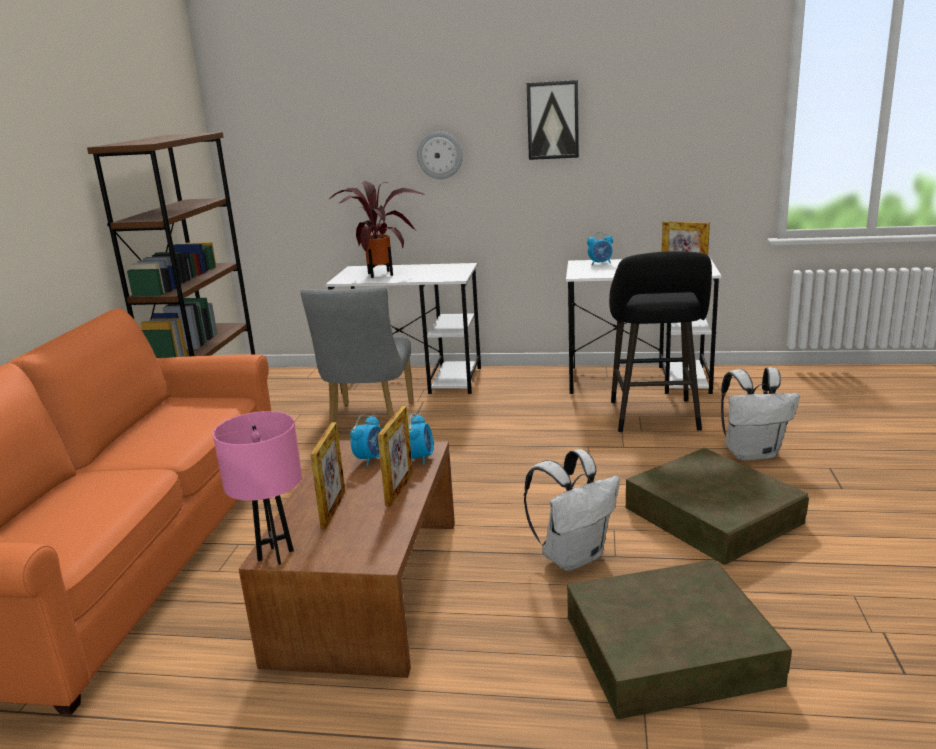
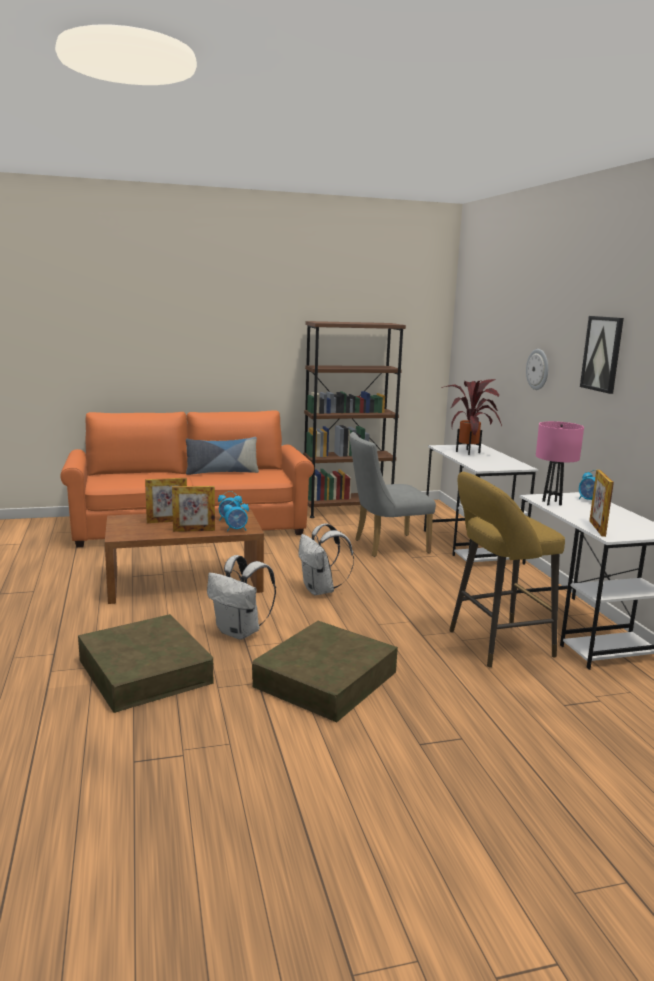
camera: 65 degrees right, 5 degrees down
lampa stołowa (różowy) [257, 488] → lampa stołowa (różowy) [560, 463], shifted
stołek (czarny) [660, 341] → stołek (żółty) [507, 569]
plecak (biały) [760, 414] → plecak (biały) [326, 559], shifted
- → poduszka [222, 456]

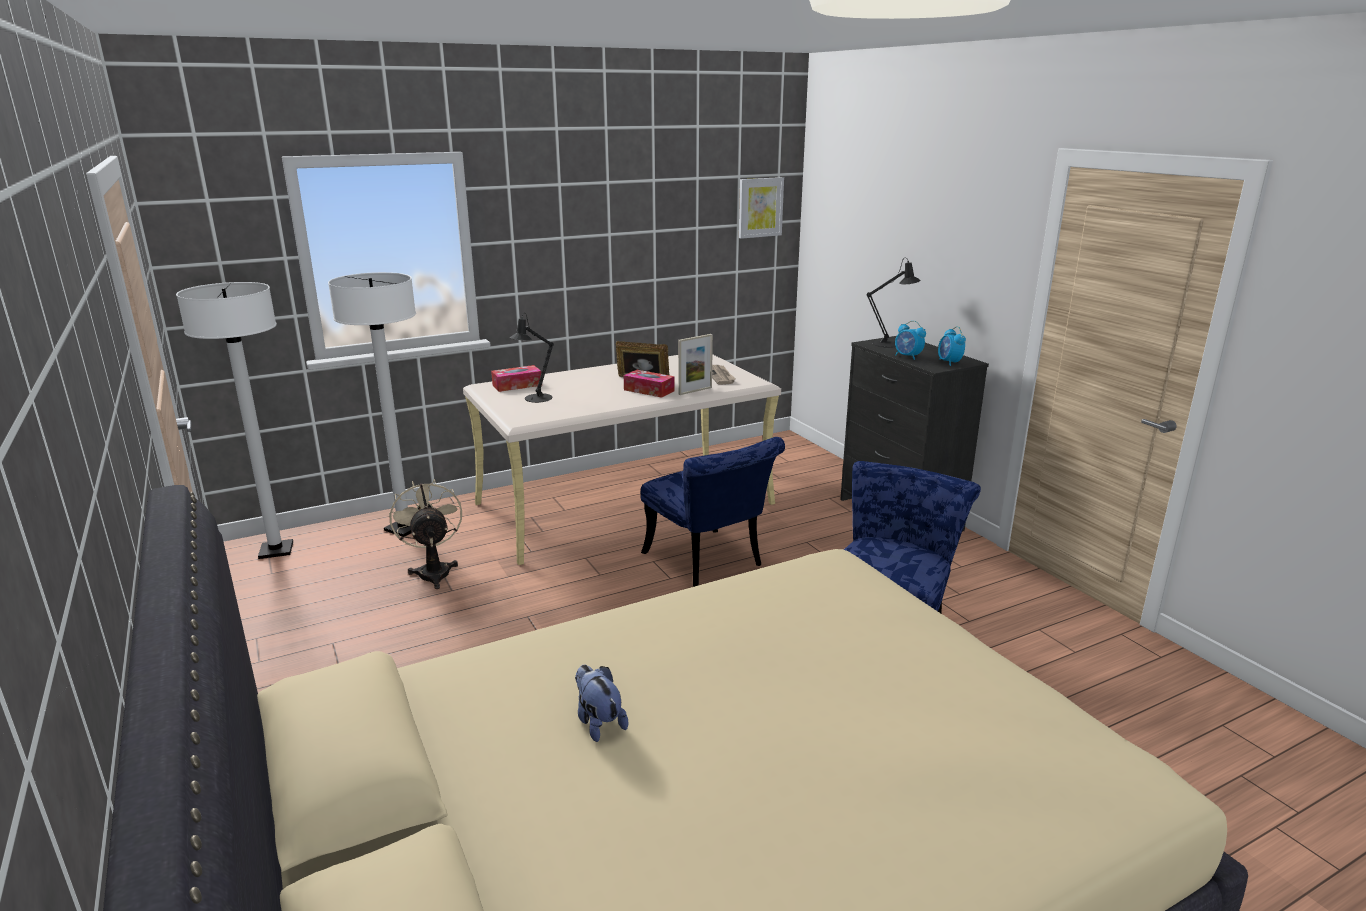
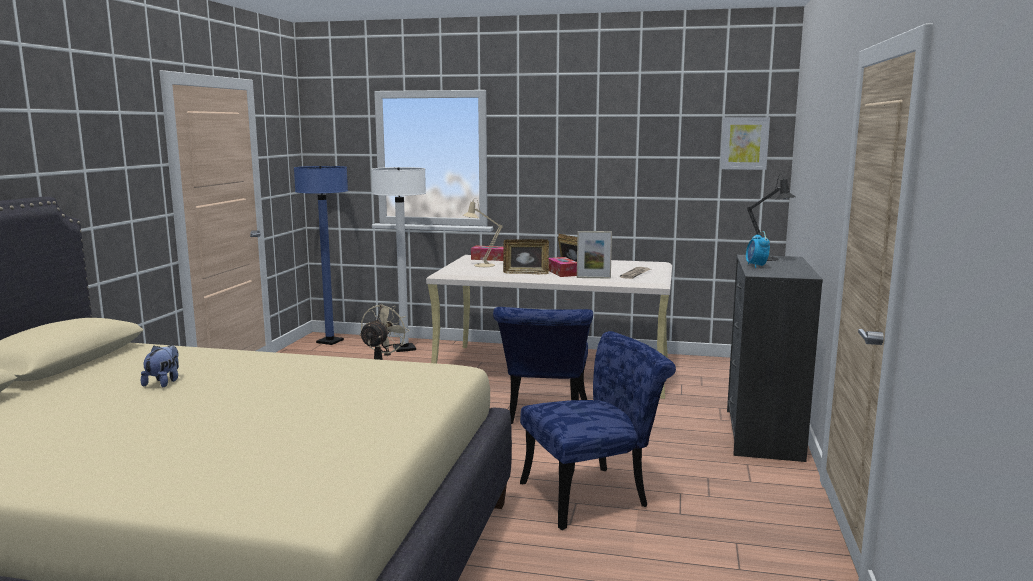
camera: 40 degrees right, 10 degrees down
lampa stojąca (biały) [234, 420] → lampa stojąca (niebieski) [321, 255]
lampa stołowa (czarny) [532, 358] → lampa stołowa (beżowy) [482, 232]
budzik [952, 346] → -
- → ramka na zdjęcie [526, 256]

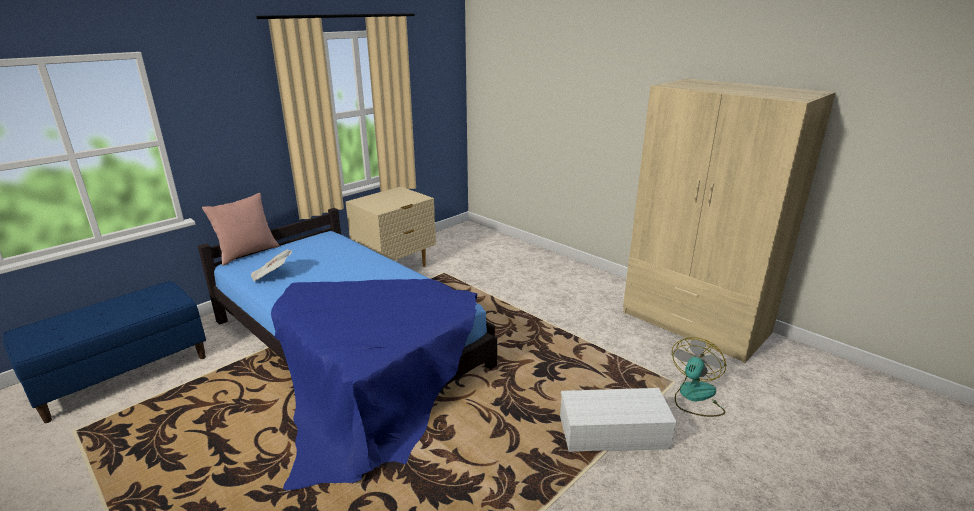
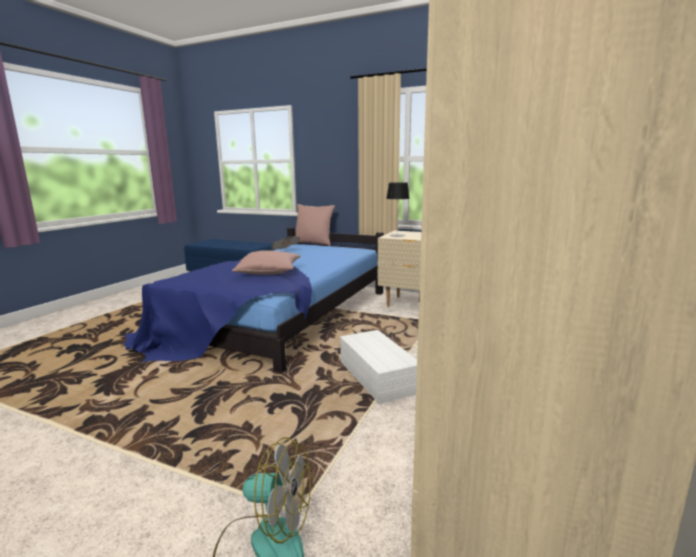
camera: 70 degrees right, 10 degrees down
pojemnik do przechowywania (biały) [618, 420] → pojemnik do przechowywania (biały) [378, 367], shifted
- → poduszka (różowy) [266, 262]
- → lampa stołowa [398, 209]

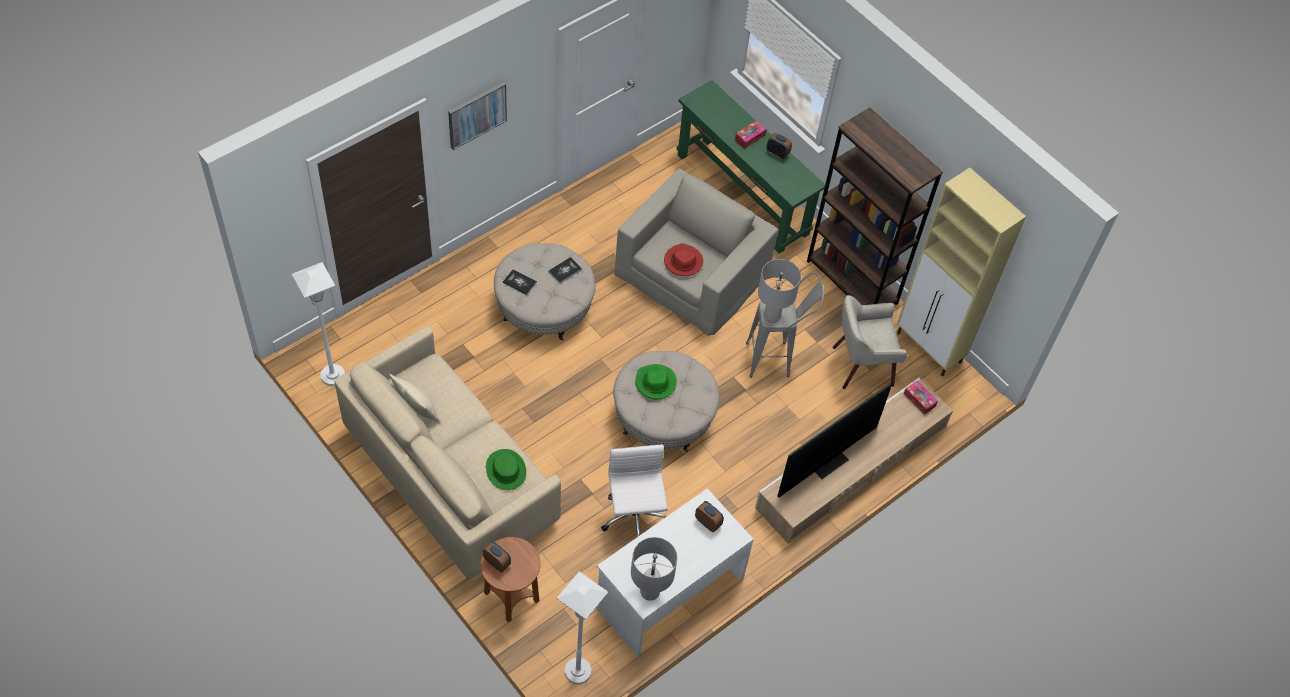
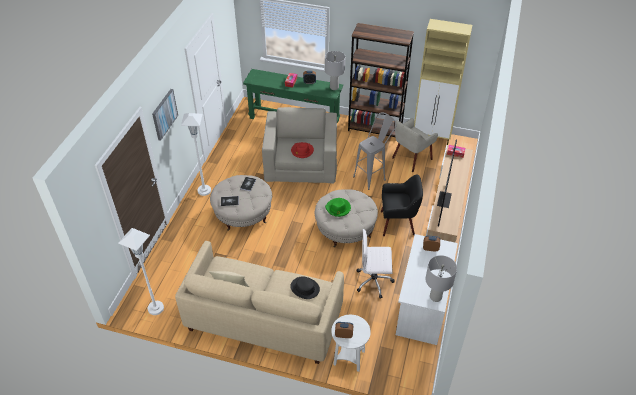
camera: 30 degrees left, 10 degrees down
stolik (brązowy) [510, 580] → stolik (biały) [351, 343]
kapelusz (zielony) [506, 469] → kapelusz (czarny) [305, 288]
lampa stojąca (biały) [582, 627] → lampa stojąca (biały) [196, 154], shifted
krzesło biurowe (biały) [634, 490] → krzesło biurowe (biały) [376, 264], 45 degrees counterclockwise
lampa stołowa (szary) [779, 291] → lampa stołowa (szary) [335, 70], shifted
- → fotel (czarny) [402, 205]

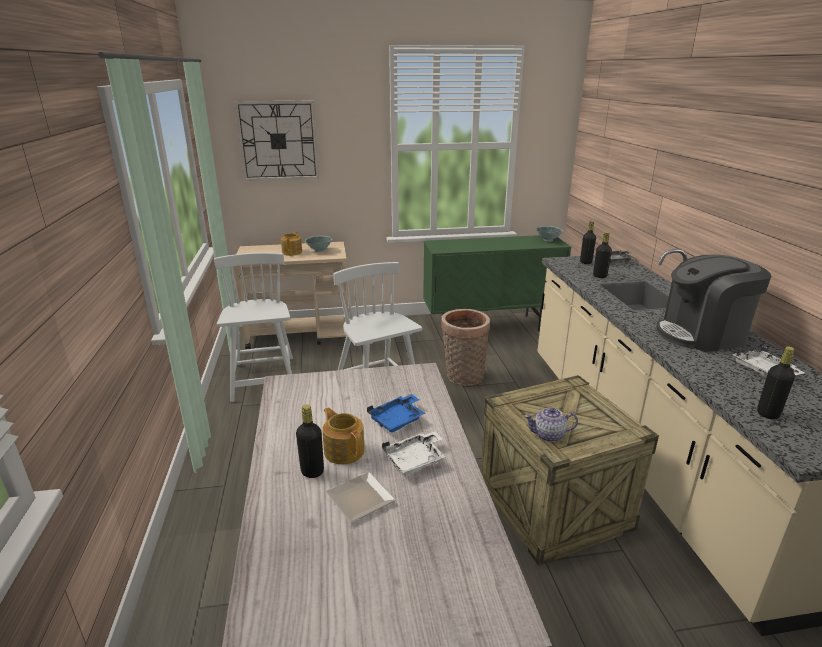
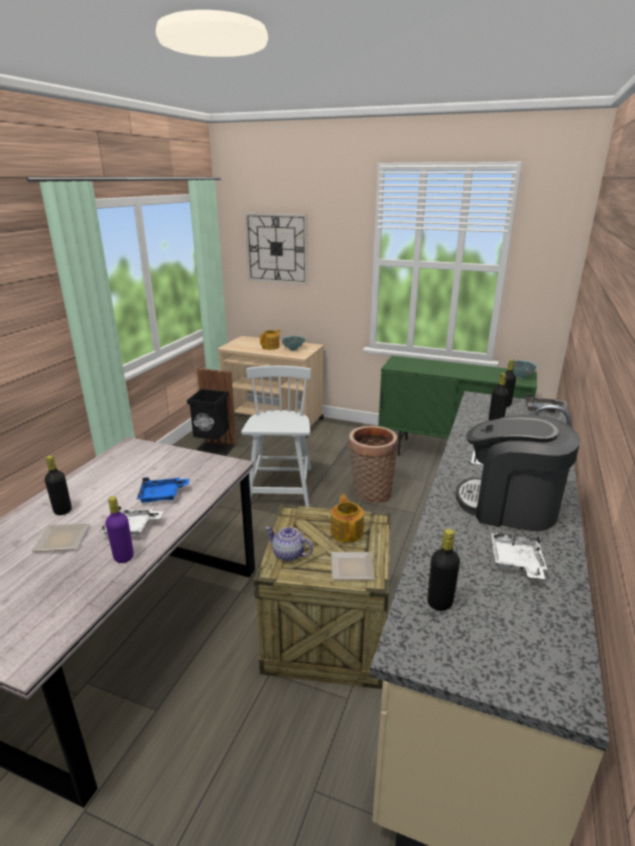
camera: 30 degrees right, 0 degrees up
krzesło (biały) [253, 327] → kosz na śmieci (czarny) [212, 412]
imbryk [344, 435] → imbryk [347, 518], shifted
- → butelka (fioletowy) [120, 529]
- → talerz [353, 566]

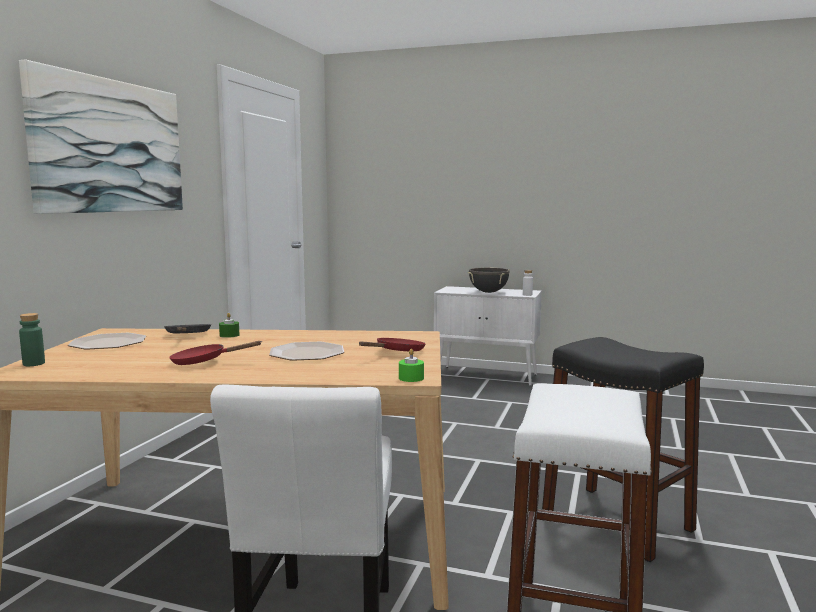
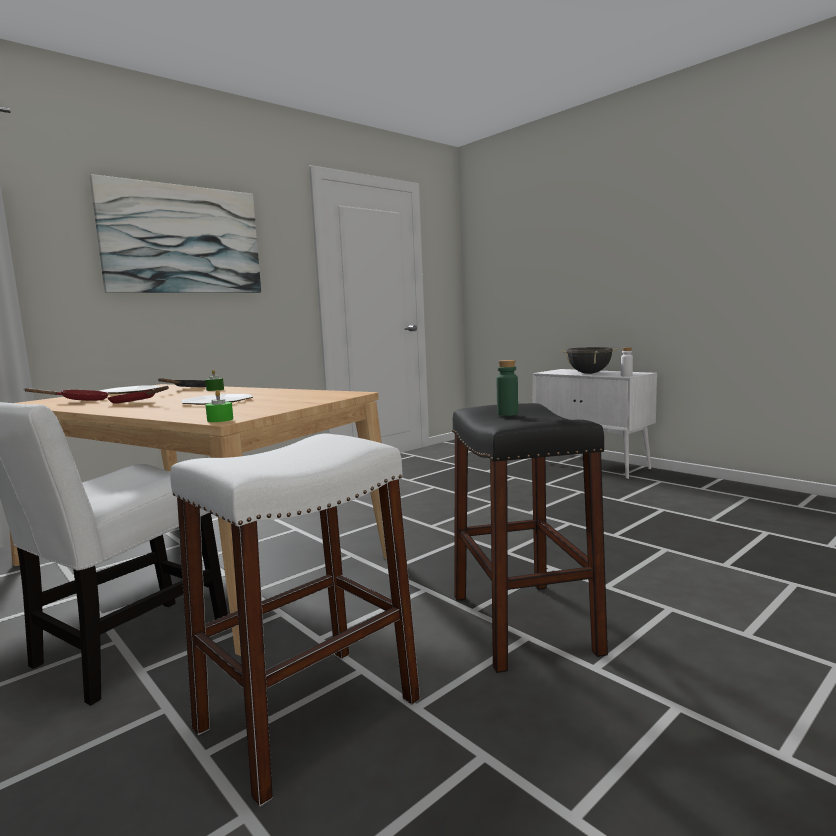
camera: 30 degrees right, 0 degrees up
butelka (zielony) [32, 339] → butelka (zielony) [507, 388], shifted
patelnia (czerwony) [392, 344] → patelnia (czerwony) [67, 394], shifted

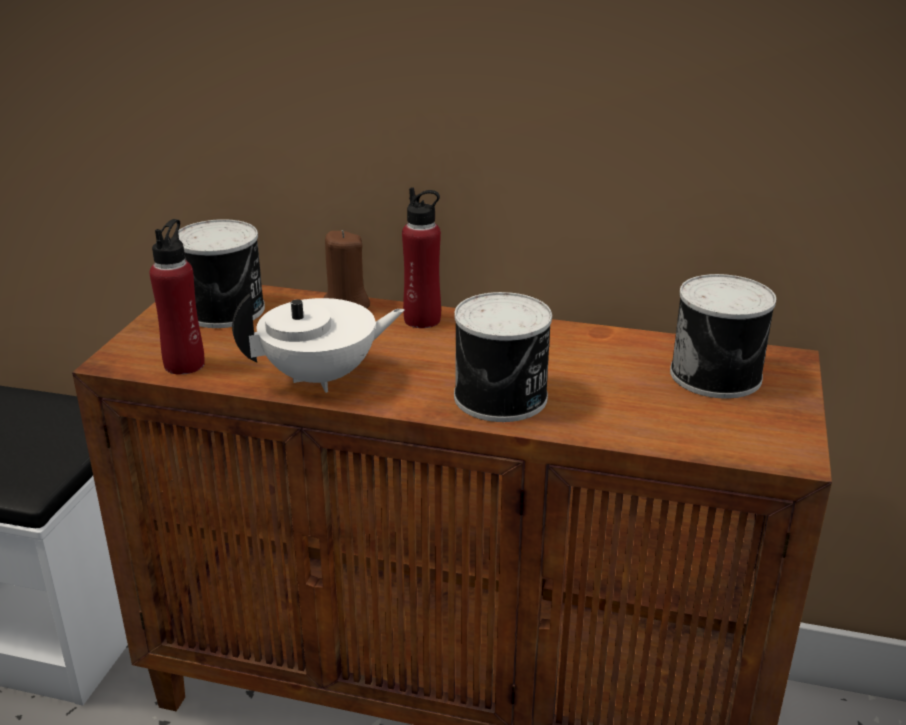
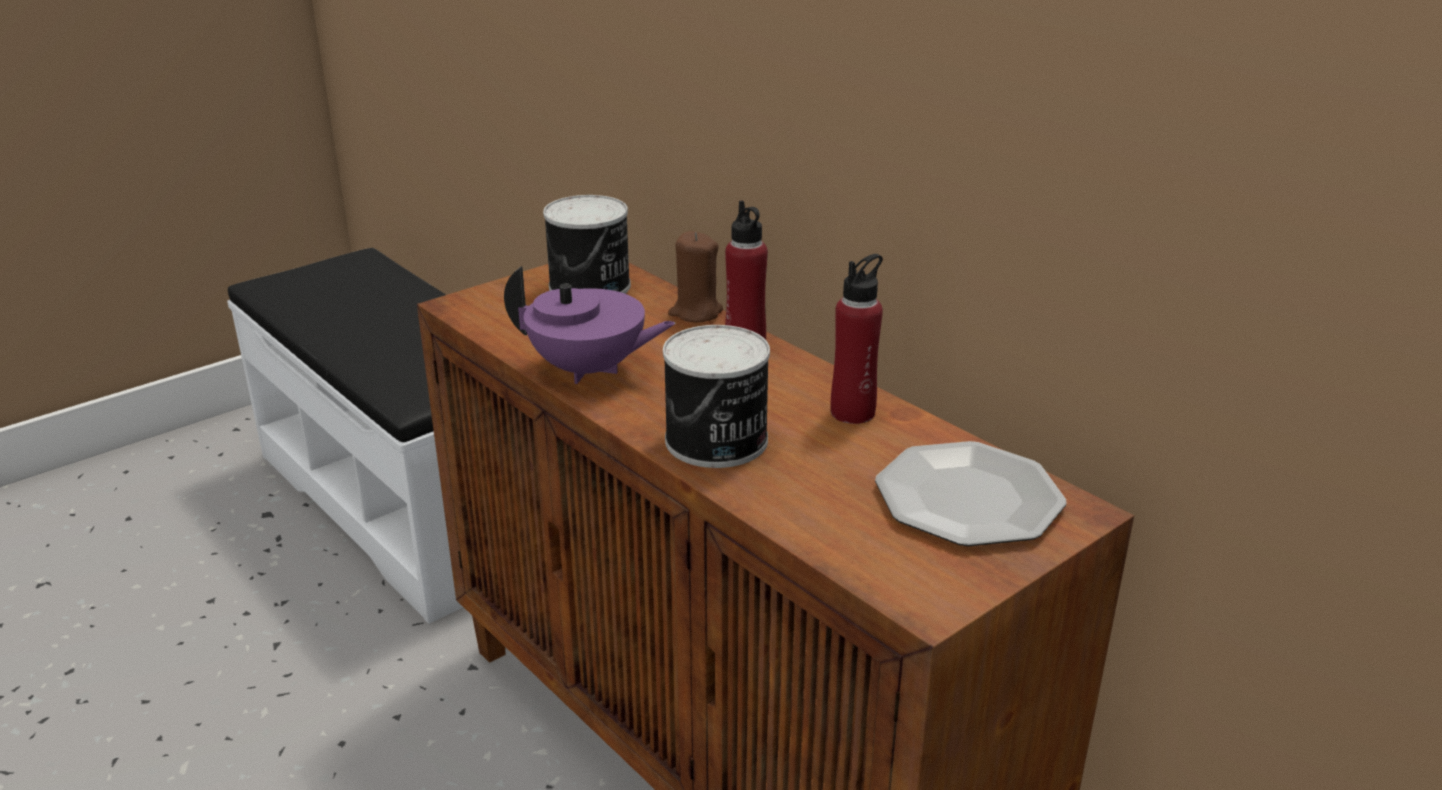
camera: 35 degrees right, 0 degrees up
butelka (czerwony) [177, 297] → butelka (czerwony) [857, 339], shifted
imbryk (biały) [318, 343] → imbryk (fioletowy) [590, 325]
puszka [723, 336] → talerz [970, 493]

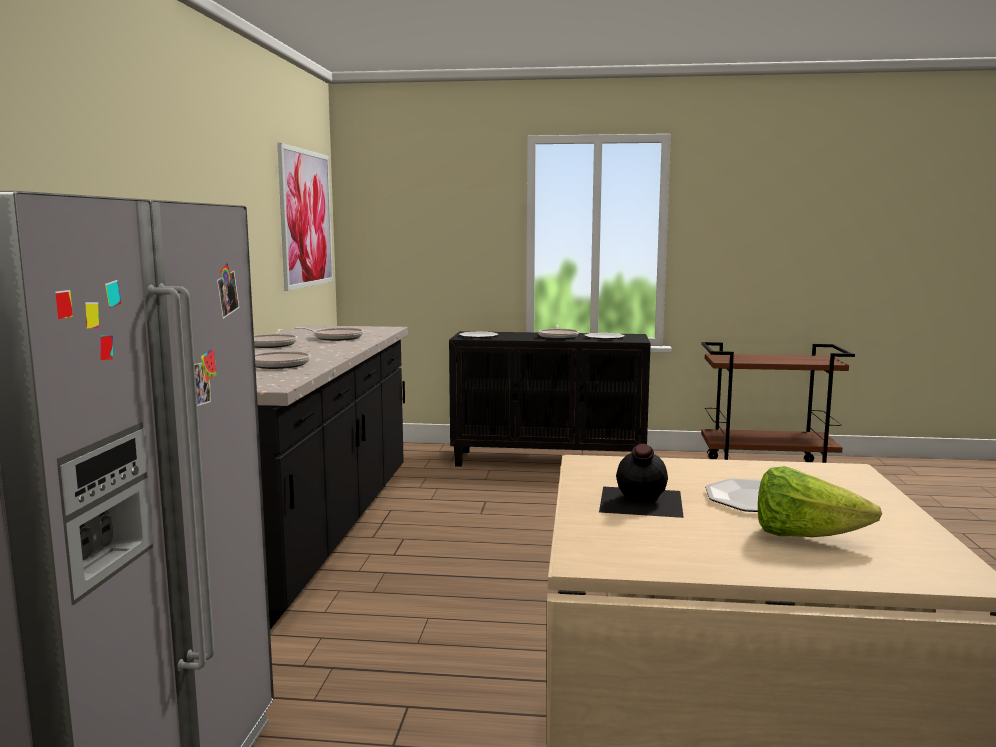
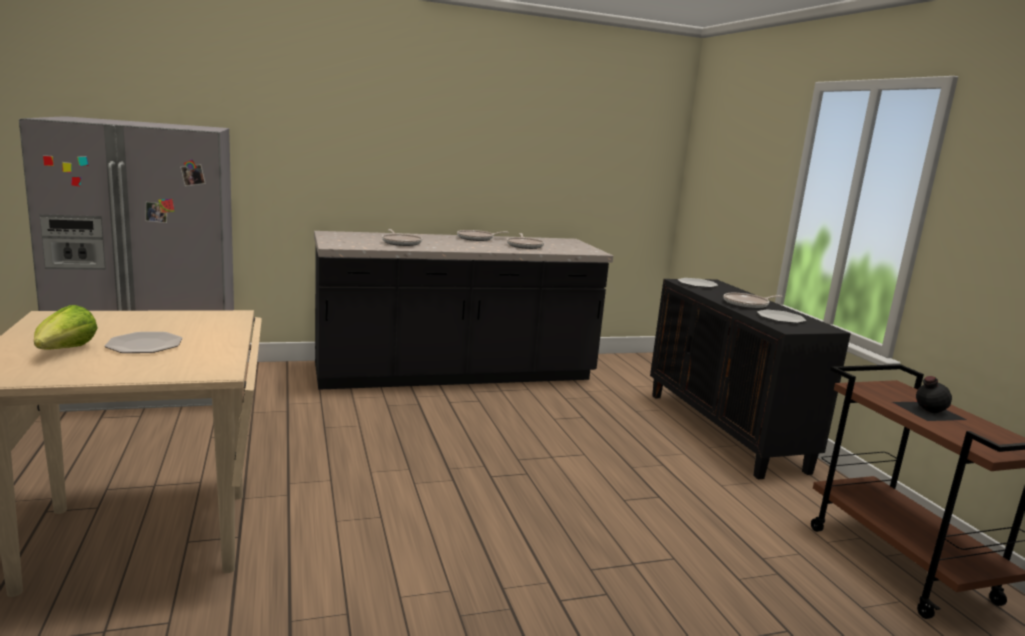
camera: 65 degrees right, 5 degrees up
obraz [305, 217] → -
butelka (czarny) [641, 481] → butelka (czarny) [929, 398], shifted

